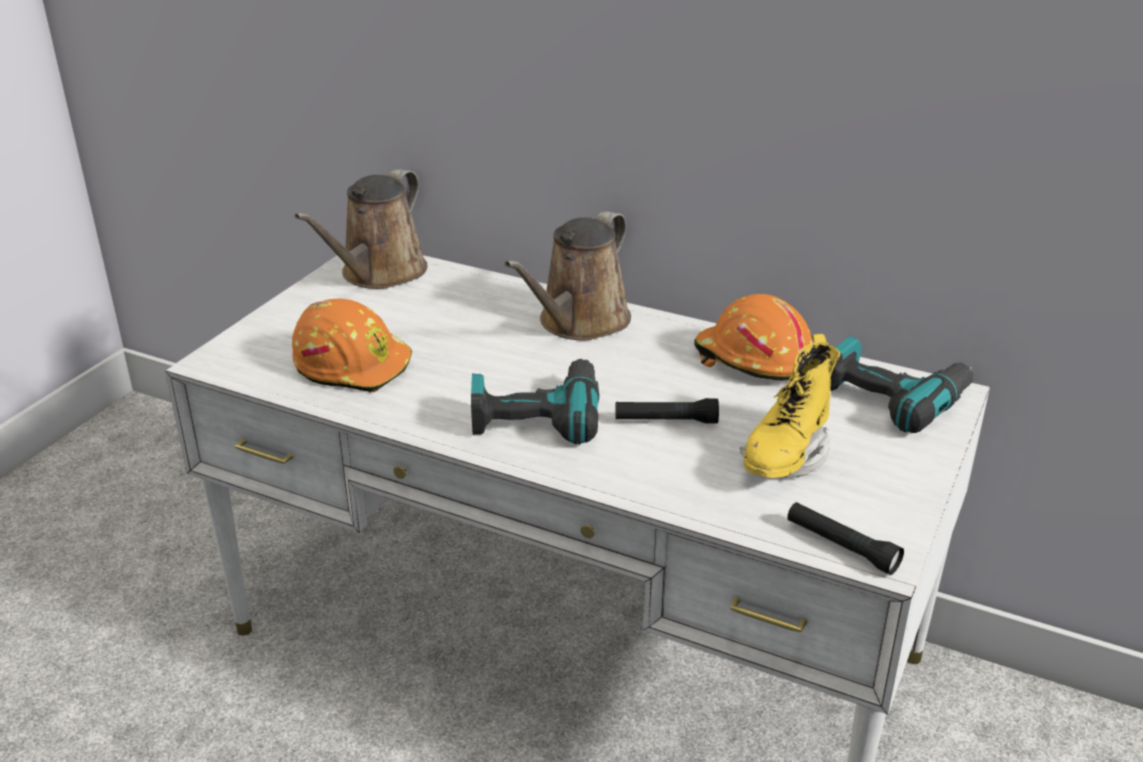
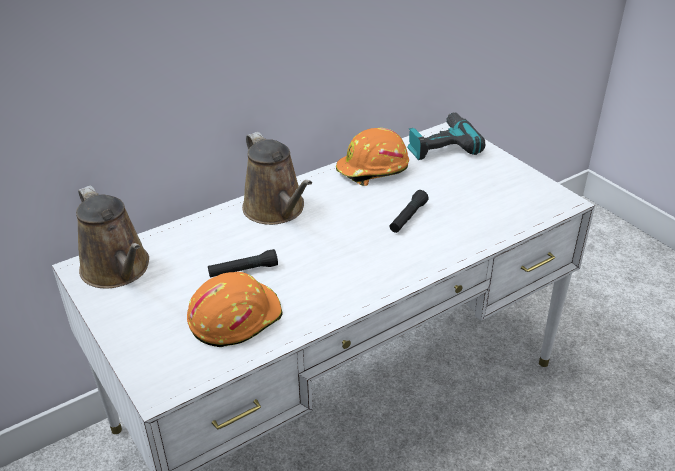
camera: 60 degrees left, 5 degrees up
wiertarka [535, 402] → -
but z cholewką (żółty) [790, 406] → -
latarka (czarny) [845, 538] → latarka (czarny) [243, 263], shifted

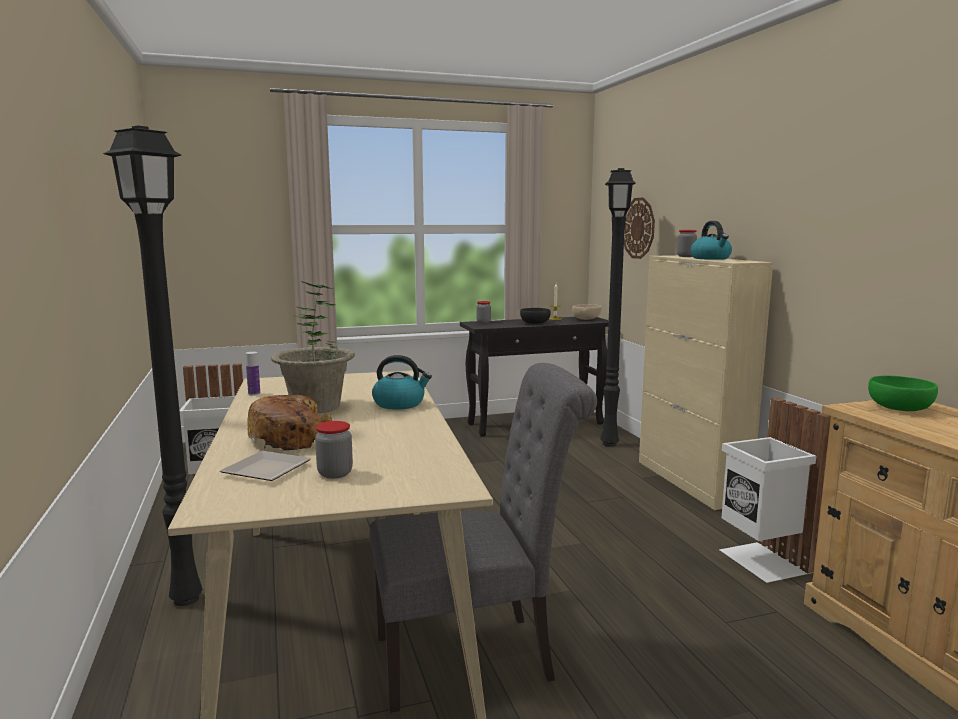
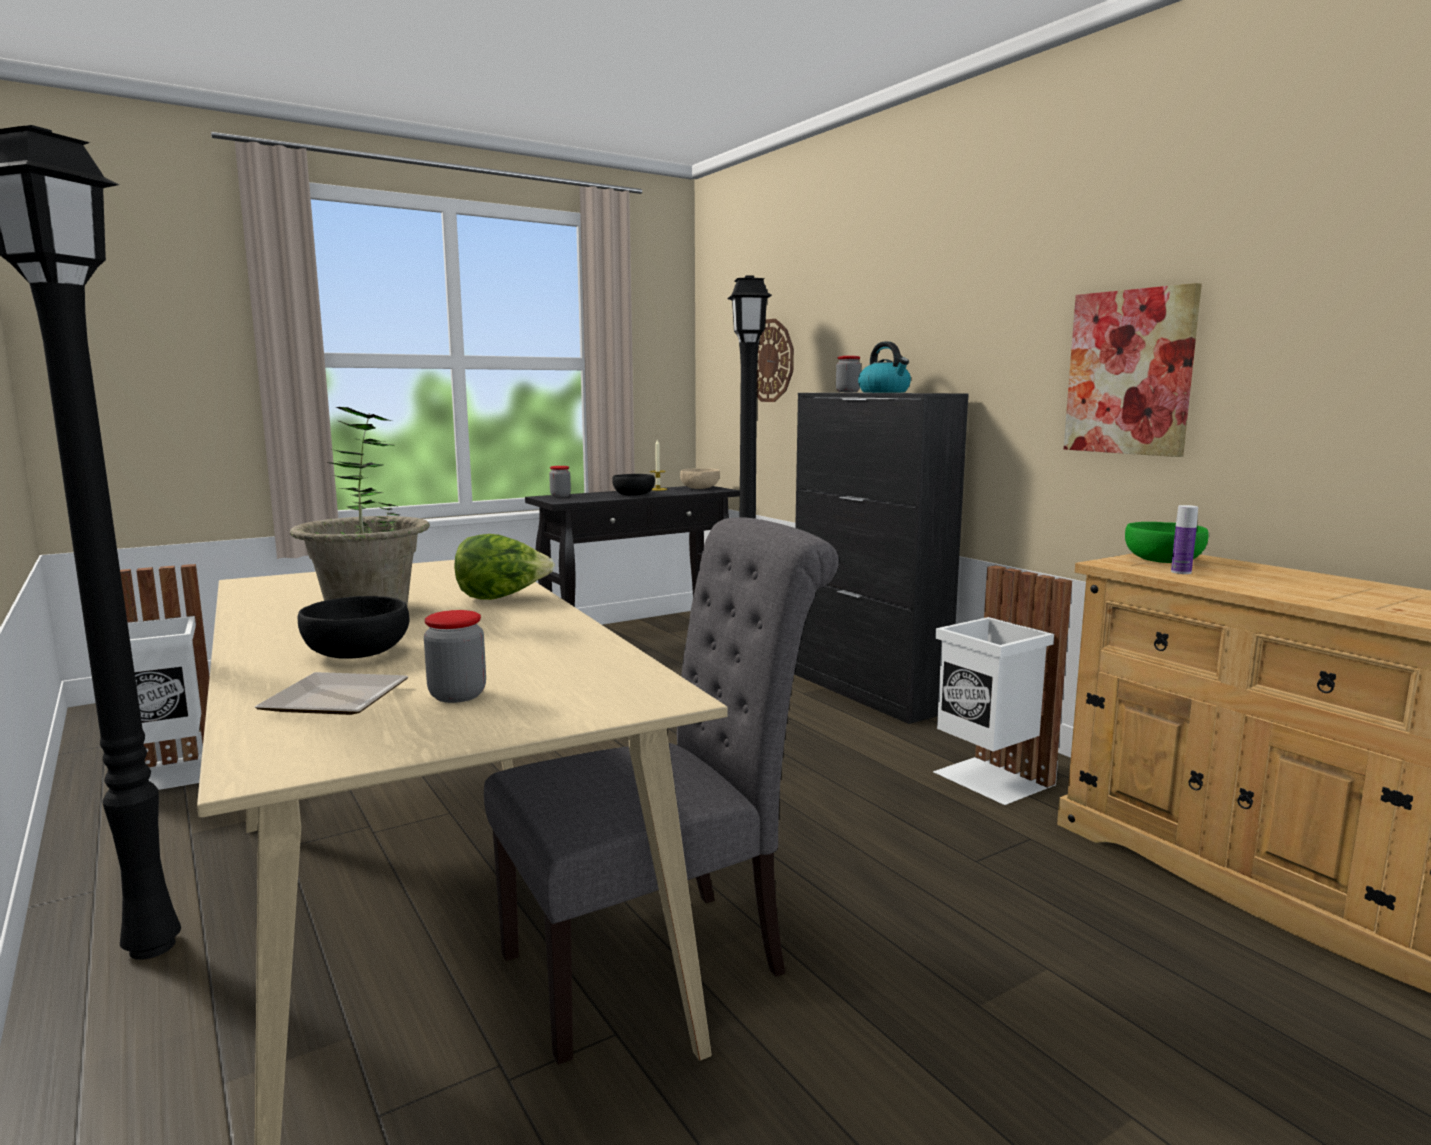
camera: 15 degrees left, 0 degrees up
butelka [253, 374] → butelka [1184, 539], shifted
chleb [289, 423] → miska (czarny) [353, 627]
czajnik [402, 382] → sałata [504, 567]
szafka (beżowy) [706, 382] → szafka (czarny) [881, 558]
- → obraz [1133, 370]

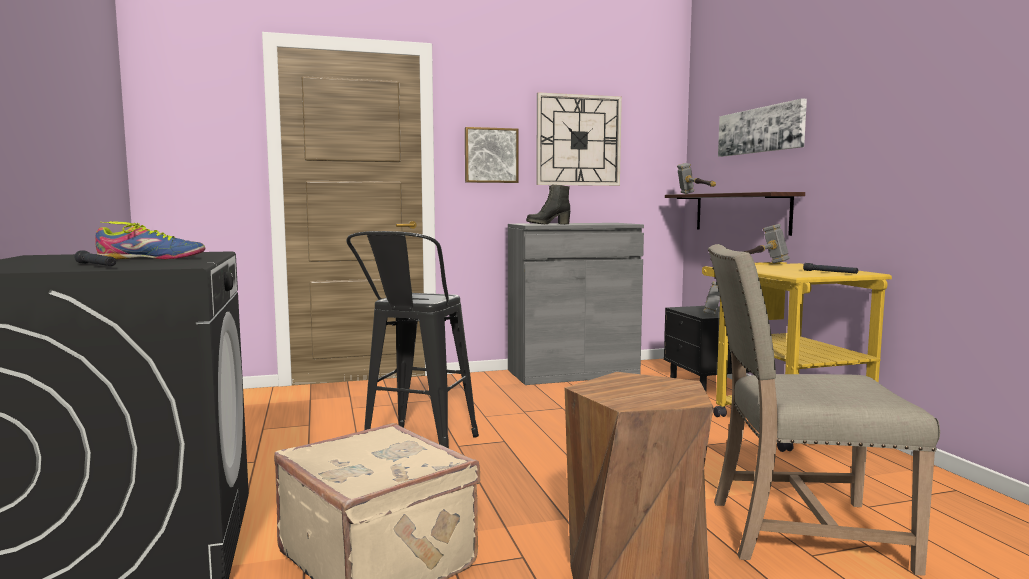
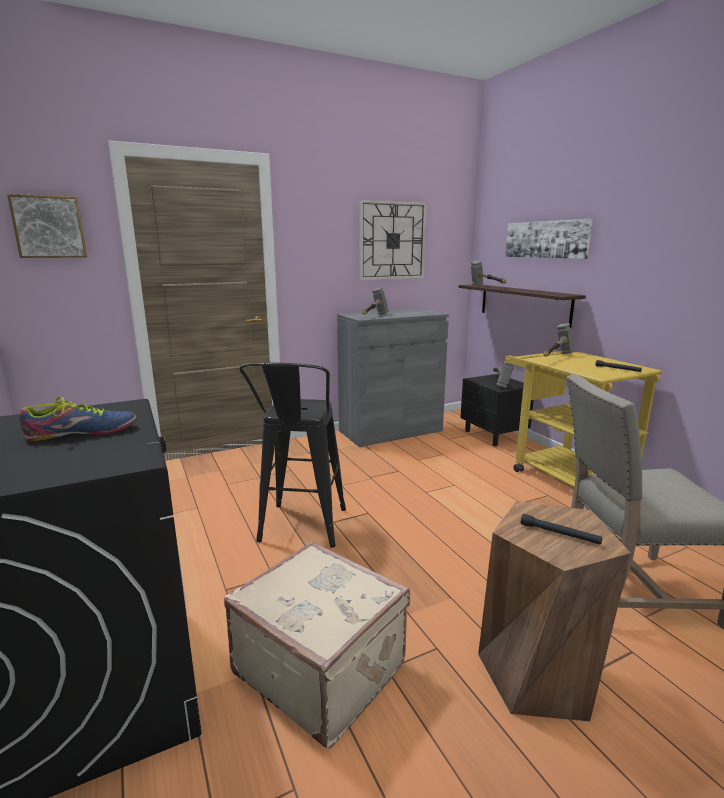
camera: 10 degrees left, 10 degrees up
latarka (czarny) [95, 258] → latarka (czarny) [561, 529], shifted
obraz [491, 155] → obraz [47, 226], shifted
but z cholewką (czarny) [548, 204] → młotek [375, 301]

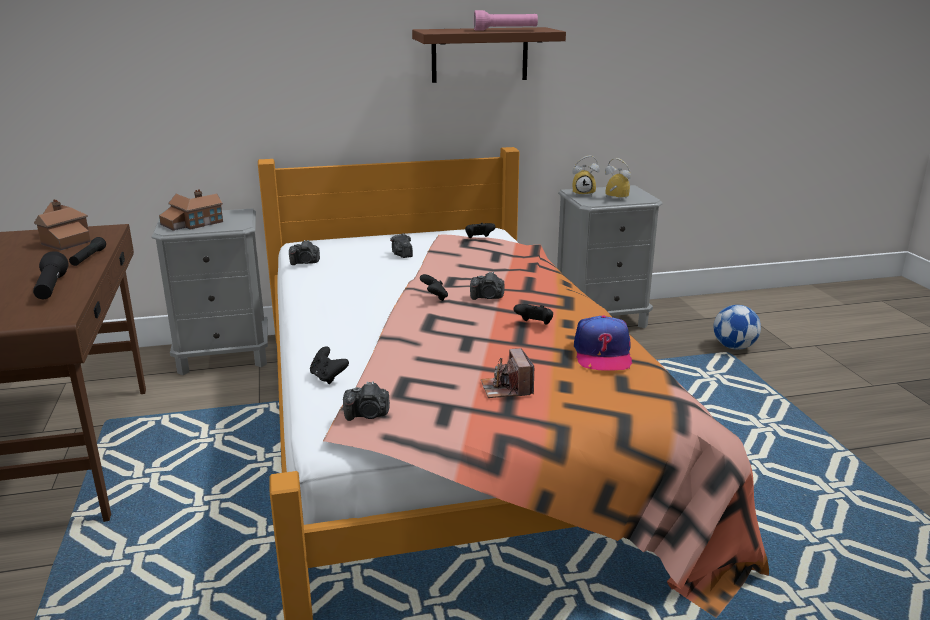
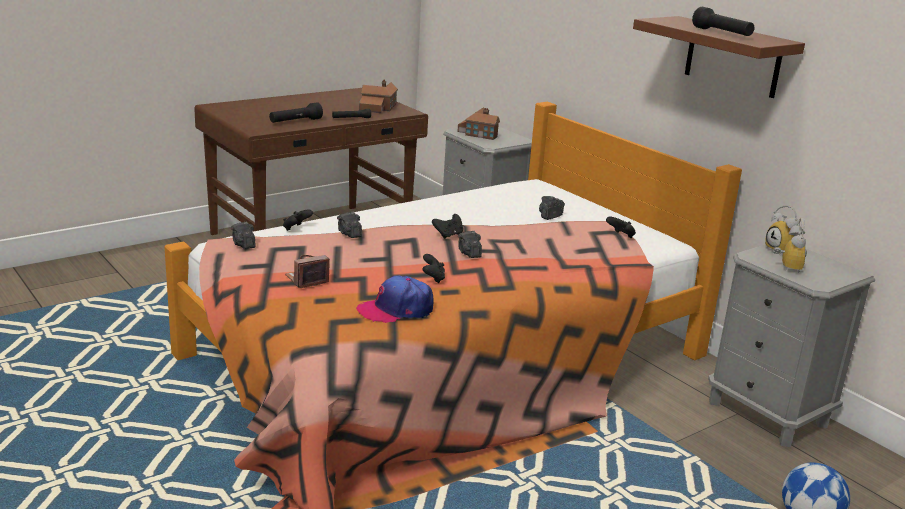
camera: 65 degrees right, 0 degrees up
aparat fotograficzny [304, 252] → aparat fotograficzny [349, 225], shifted
latarka (różowy) [506, 20] → latarka (czarny) [723, 21]

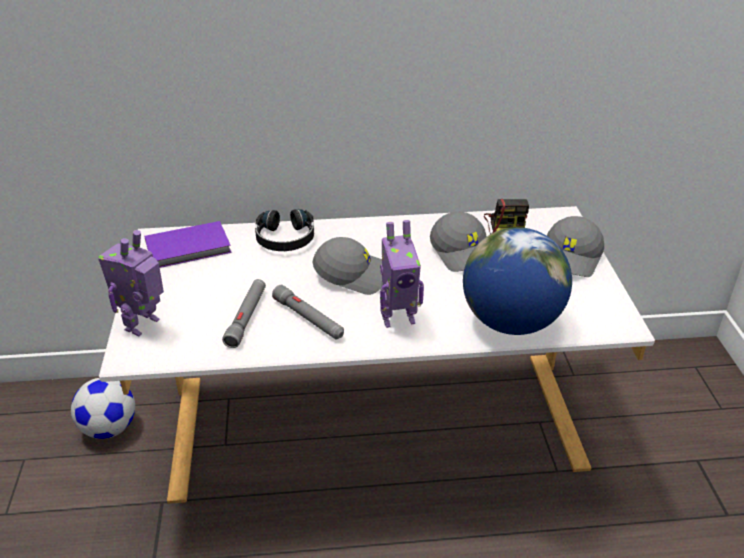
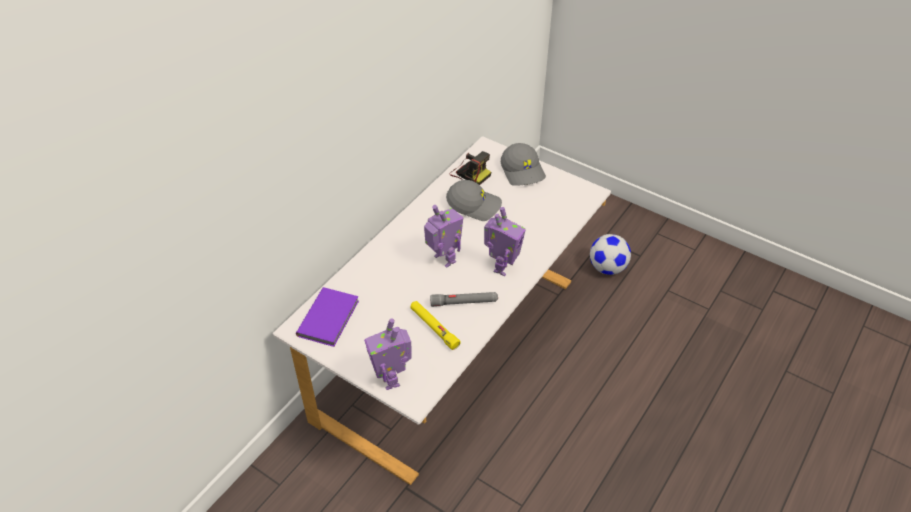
camera: 50 degrees left, 10 degrees up
piłka futbolowa [103, 408] → piłka futbolowa [610, 254], shifted
latarka (szary) [244, 313] → latarka (żółty) [436, 325]
słuchawki (czarny) [284, 230] → -
czapka z daszkiem (szary) [347, 266] → robot zabawkowy [443, 236]
globus [517, 281] → -

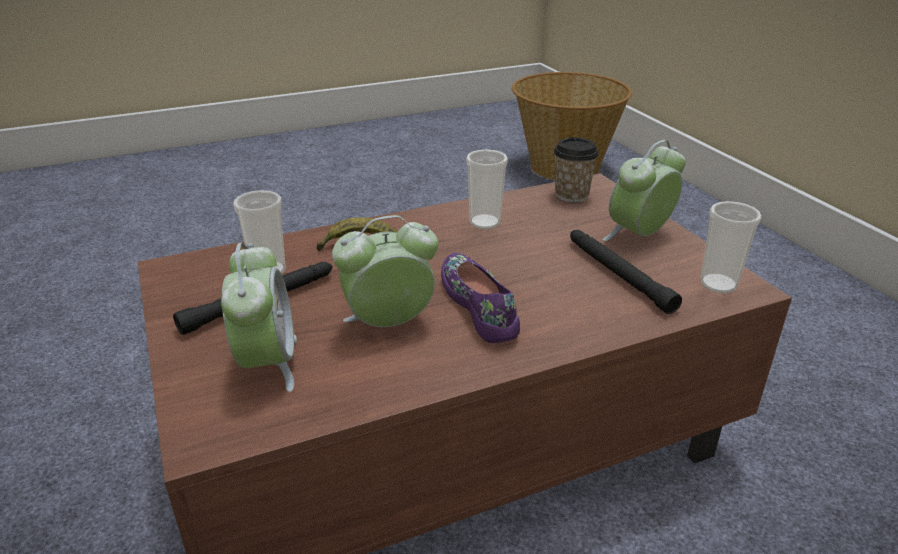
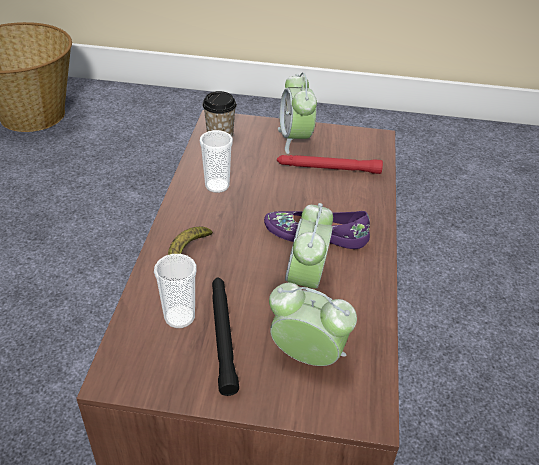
camera: 60 degrees left, 10 degrees up
latarka (czarny) [626, 272] → latarka (czerwony) [330, 164]
filiżanka [731, 247] → -

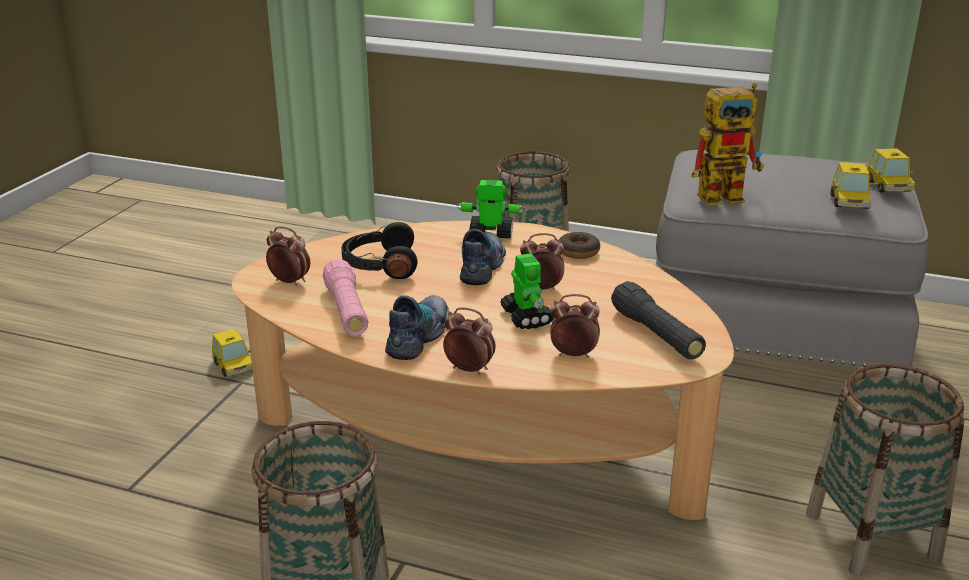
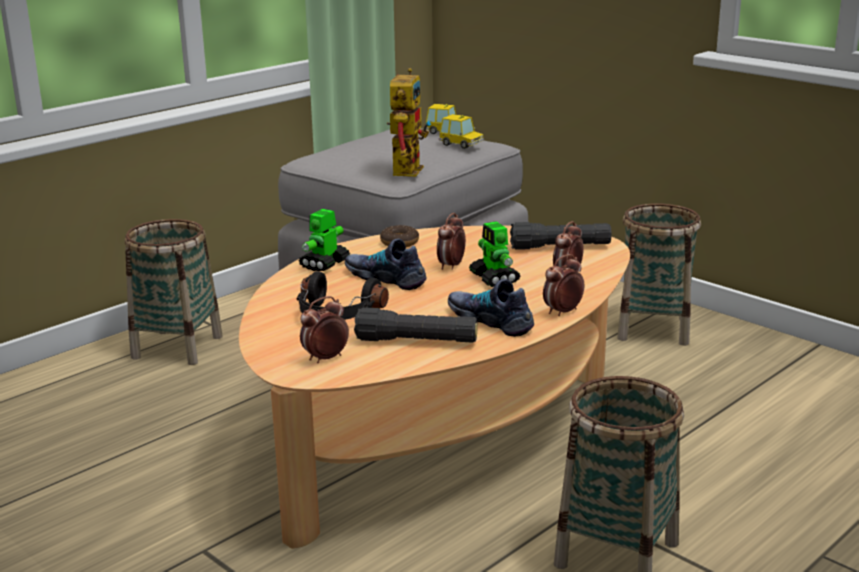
camera: 65 degrees left, 5 degrees down
samochodzik [232, 353] → -
latarka (różowy) [345, 297] → latarka (czarny) [416, 325]
robot zabawkowy [526, 291] → robot zabawkowy [494, 254], 120 degrees counterclockwise

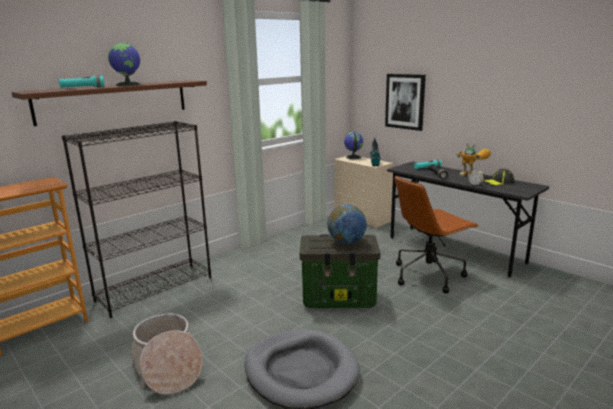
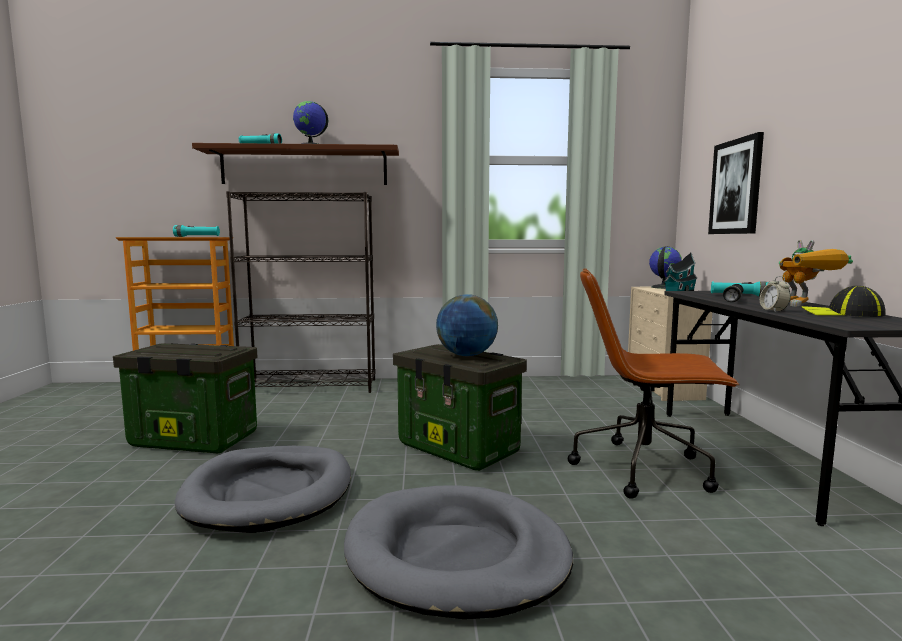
camera: 40 degrees right, 10 degrees down
koszyk [166, 354] → pojemnik do przechowywania [185, 398]
- → latarka (turkusowy) [196, 231]
- → legowisko (szary) [458, 552]

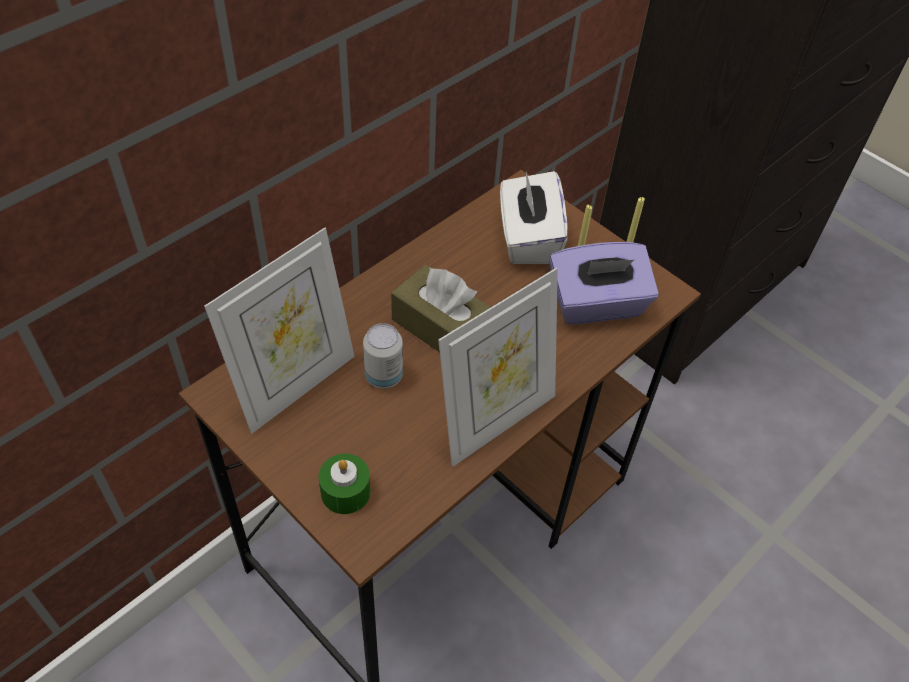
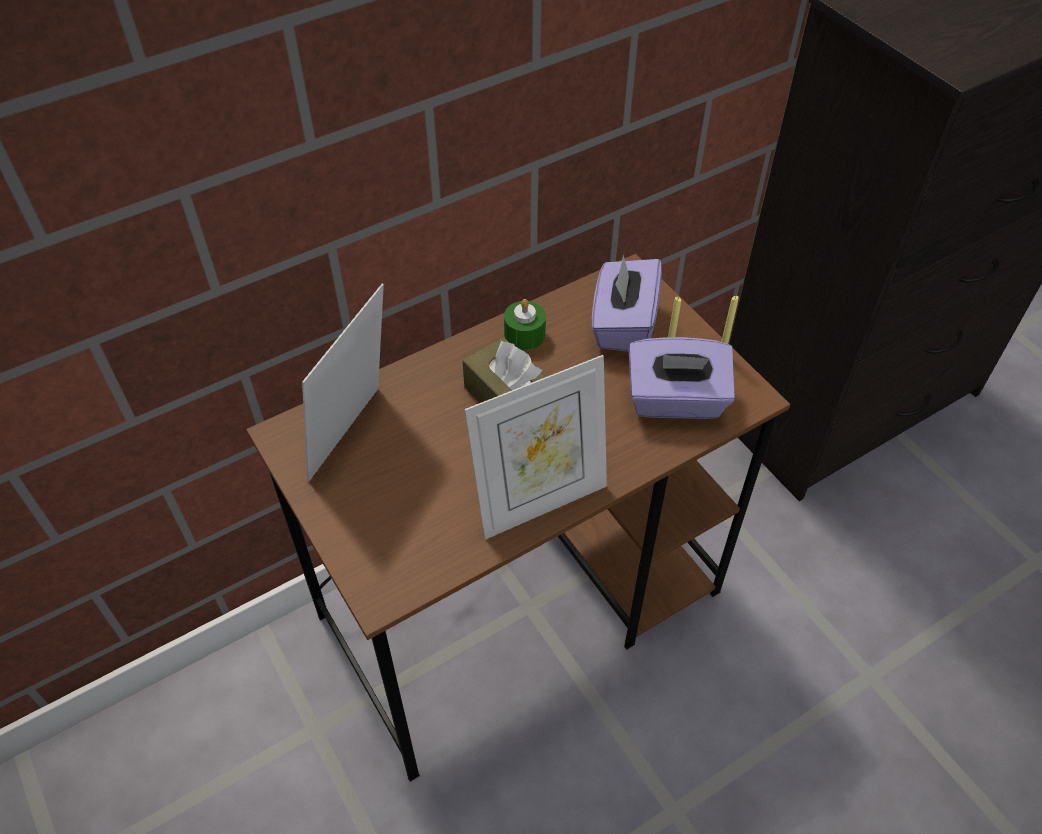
camera: 15 degrees right, 0 degrees up
ramka na zdjęcie [279, 330] → ramka na zdjęcie [343, 382], 150 degrees clockwise
świeca (zielony) [345, 484] → świeca (zielony) [525, 324], shifted
puszka [383, 356] → -
pudełko chusteczek (biały) [534, 217] → pudełko chusteczek (fioletowy) [627, 303]

